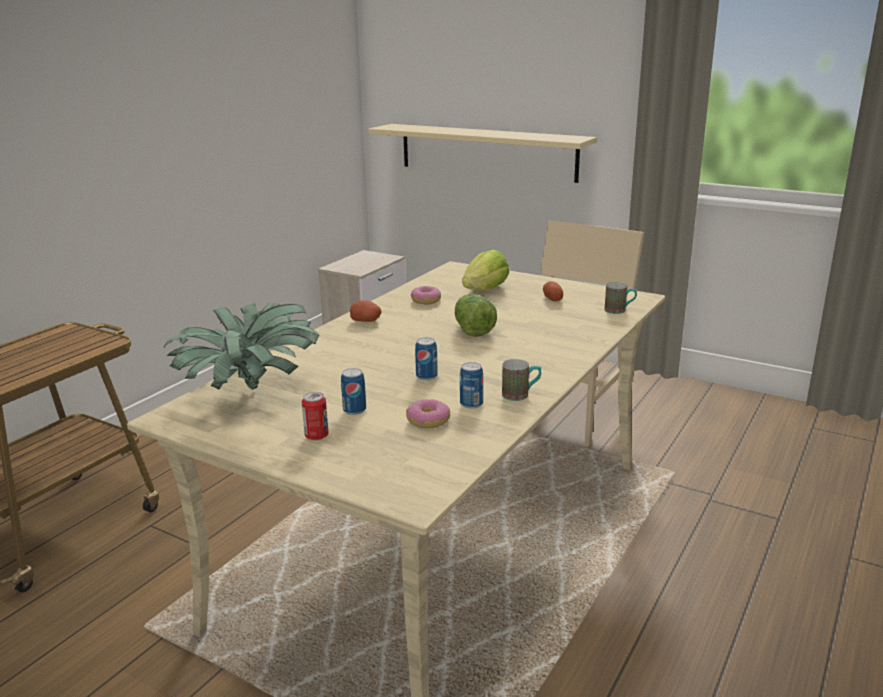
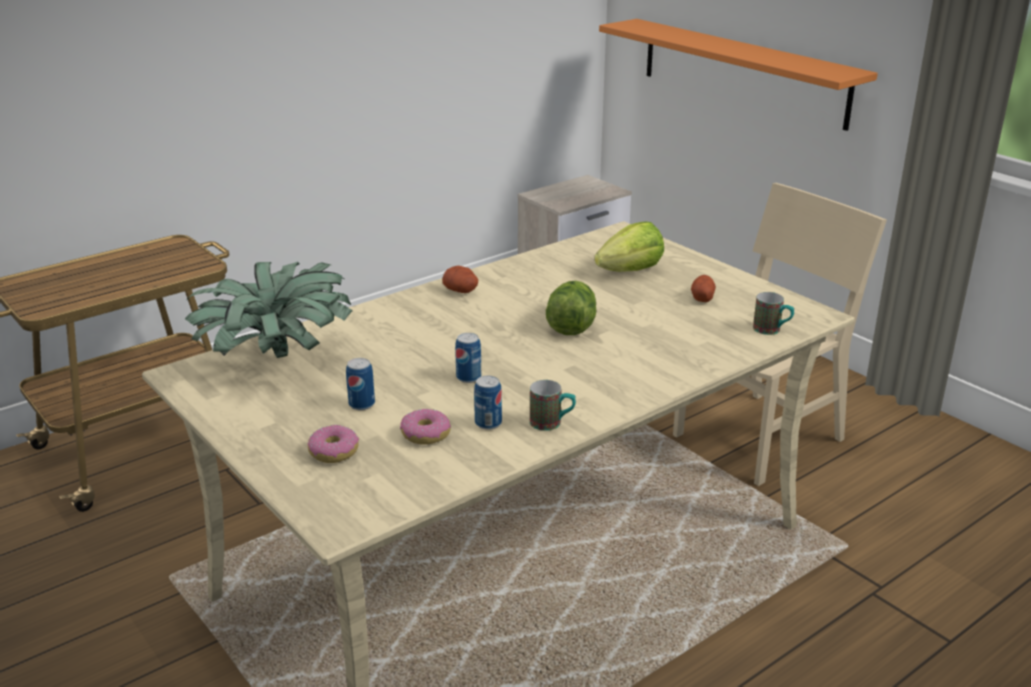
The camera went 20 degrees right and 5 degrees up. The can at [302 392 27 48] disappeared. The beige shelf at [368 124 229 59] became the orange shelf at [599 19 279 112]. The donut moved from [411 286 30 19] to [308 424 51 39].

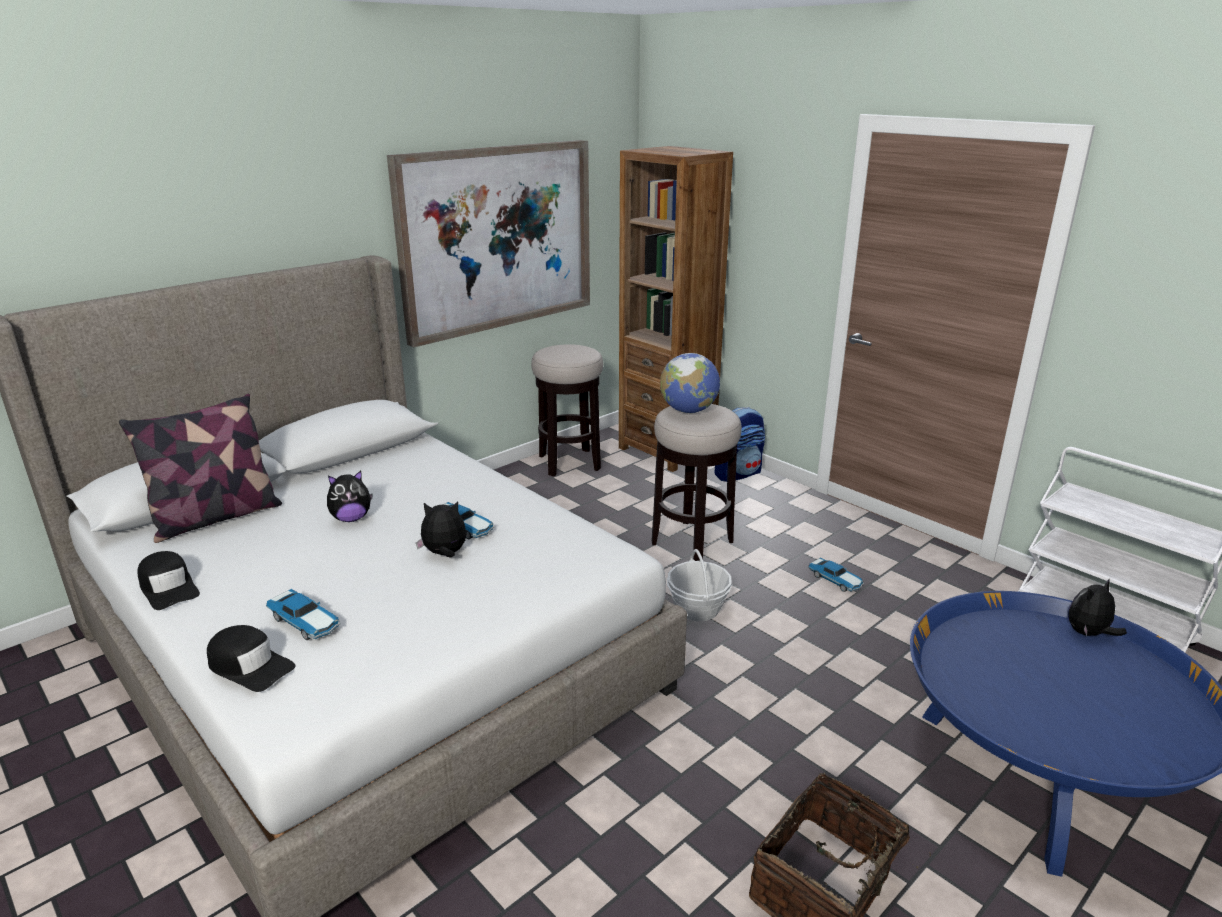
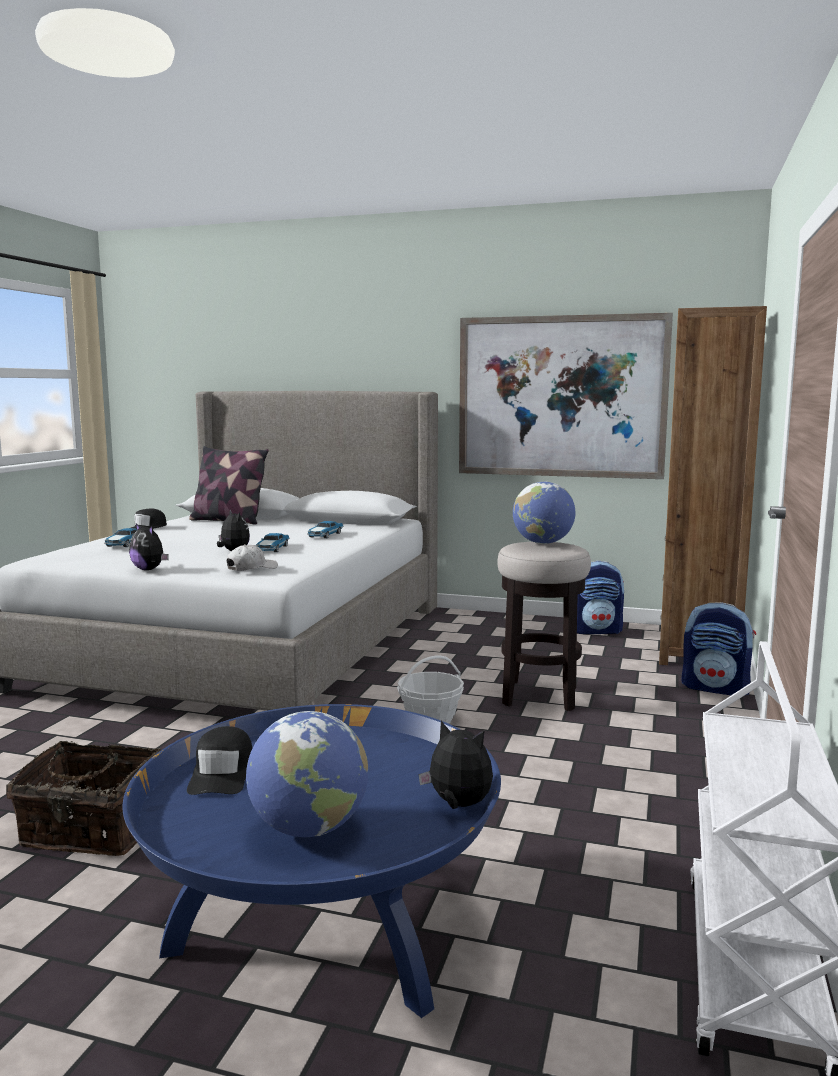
The camera went 60 degrees right and 15 degrees down. The black cap moved from [207 625 89 67] to [187 726 65 69]. The plush toy moved from [327 471 46 51] to [129 524 40 46]. The stool at [531 344 72 133] was replaced by the backpack at [577 561 47 73]. The toy car moved from [808 558 56 34] to [307 521 36 17]. The white cap at [227 544 51 27] appeared. The globe at [246 711 122 126] appeared.

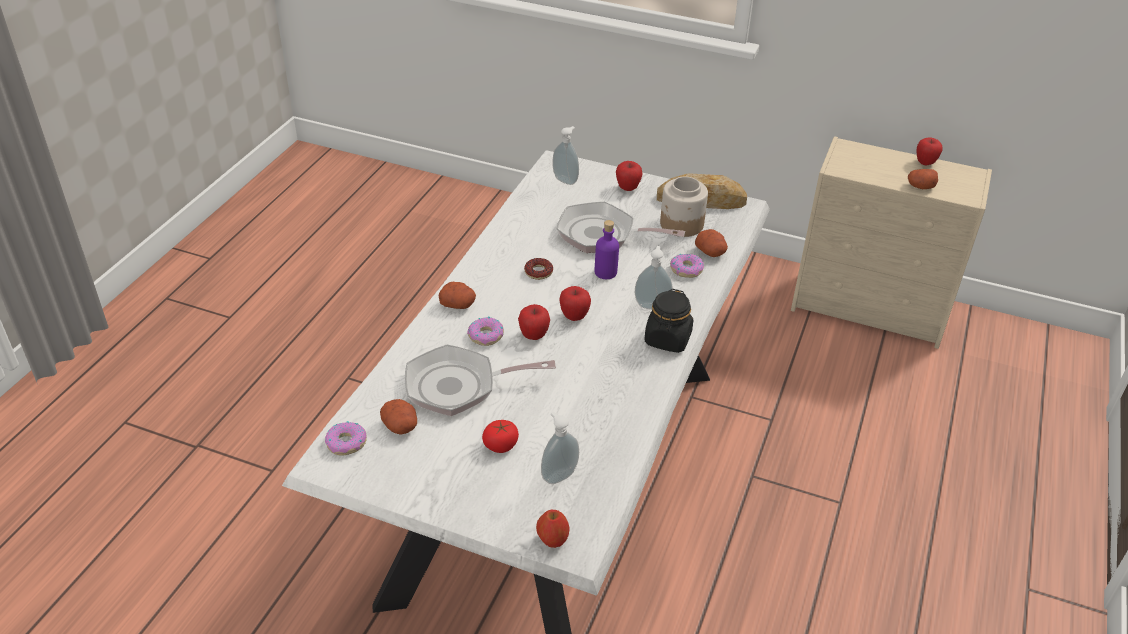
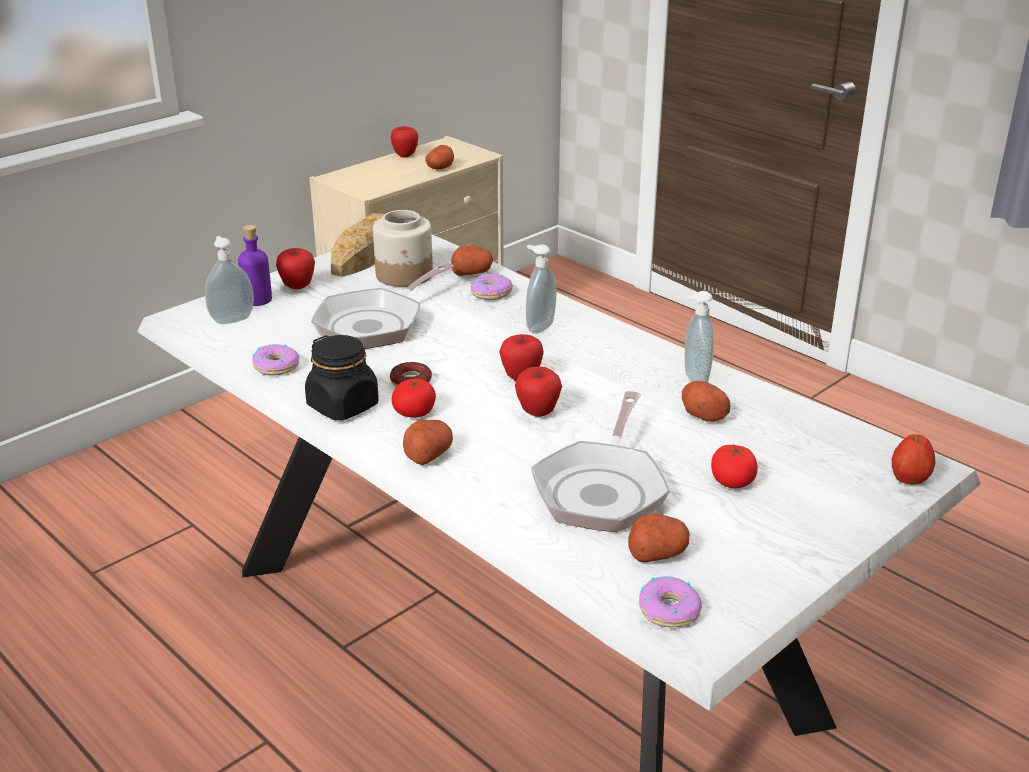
The camera went 65 degrees left and 10 degrees down. The donut moved from [467 316 37 30] to [252 344 47 32]. The soap dispenser moved from [541 412 38 72] to [685 291 29 91]. The purple bottle moved from [595 220 24 59] to [238 225 34 81]. The black jar moved from [644 289 50 64] to [305 335 74 85]. The tomato at [392 378 44 40] appeared. The potato at [682 381 49 41] appeared.

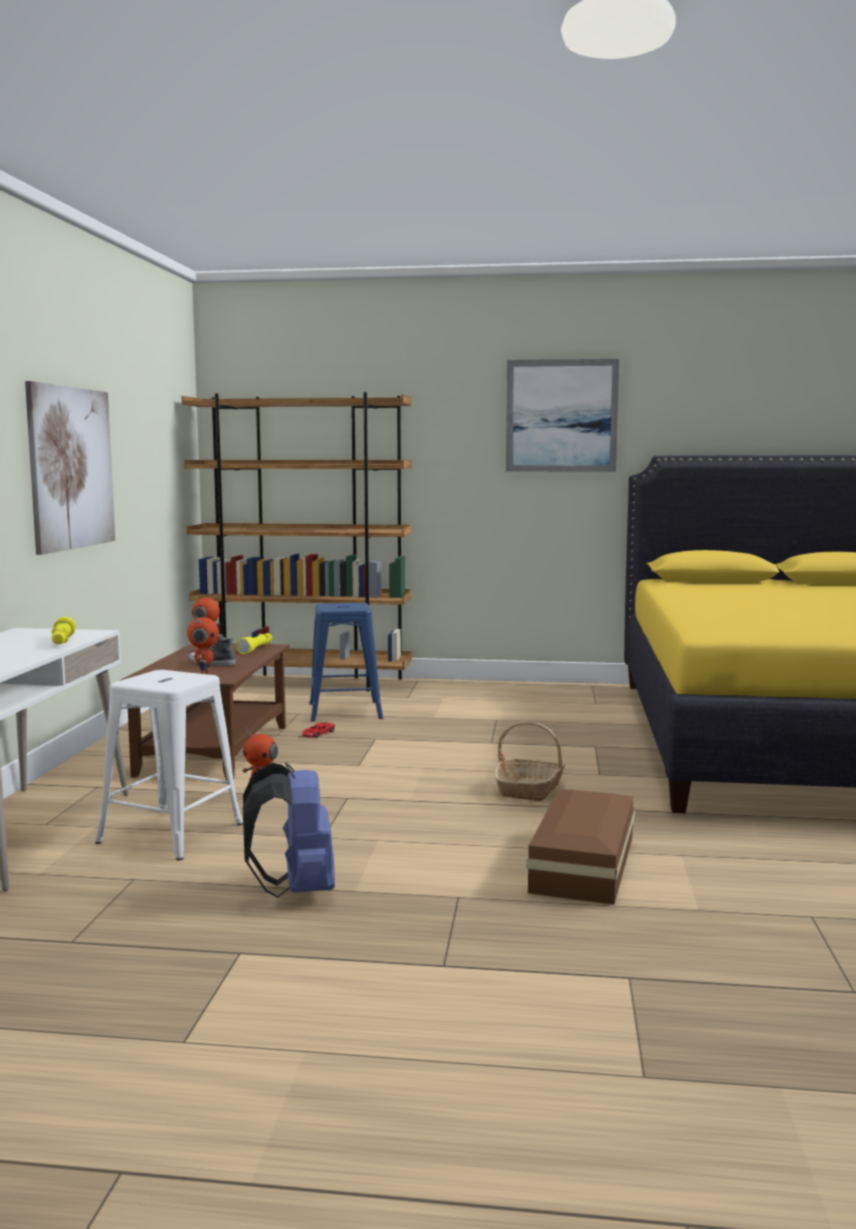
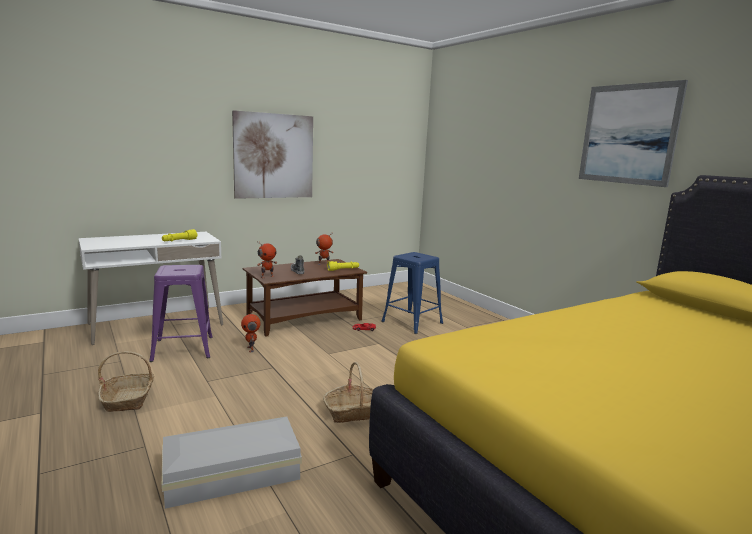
The camera went 50 degrees right and 5 degrees up. The white stool at [95 670 148 190] became the purple stool at [149 265 64 97]. The brown bookcase at [181 392 231 300] disappeared. The blue backpack at [243 762 92 136] was replaced by the basket at [98 351 56 61]. The brown storage box at [526 789 109 115] became the white storage box at [162 417 140 92].

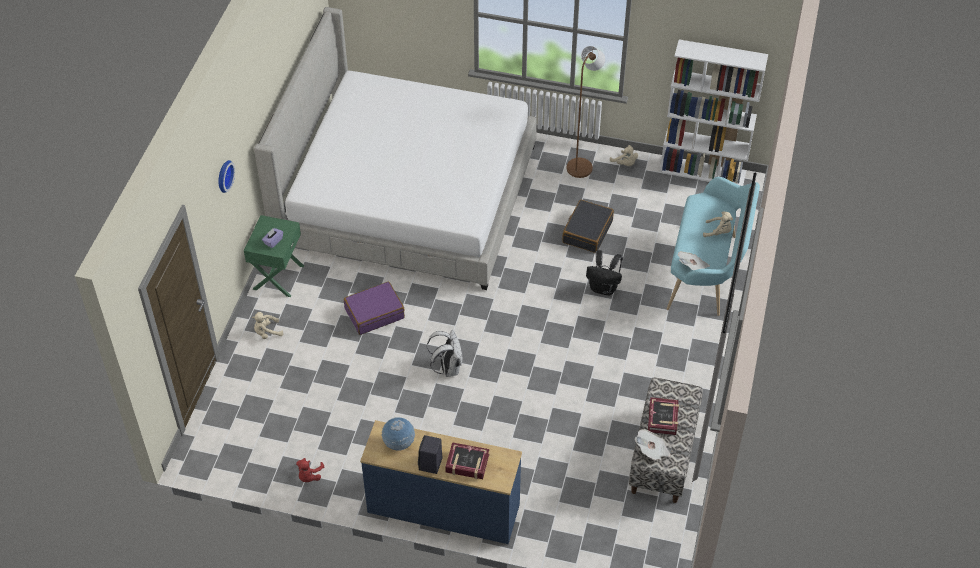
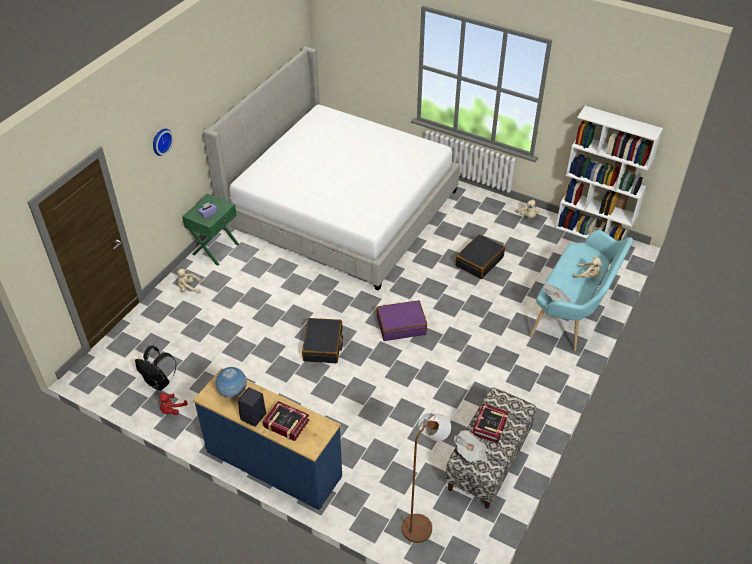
The camera went 15 degrees right and 5 degrees down. The purple suitcase moved from [344 281 61 54] to [377 300 50 41]. The white backpack at [427 330 35 47] was replaced by the black suitcase at [302 318 41 45]. The brown floor lamp moved from [567 46 38 132] to [402 413 49 130]. The black backpack moved from [586 250 37 45] to [135 346 41 45].

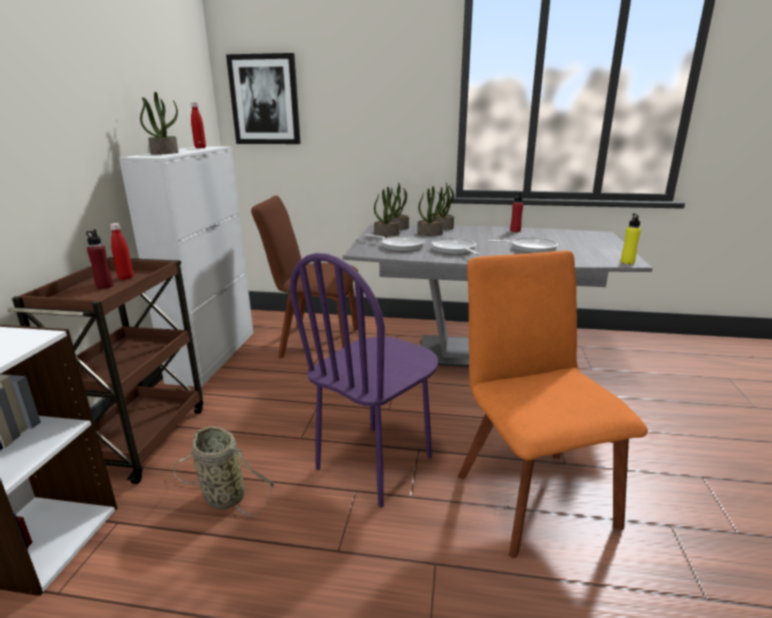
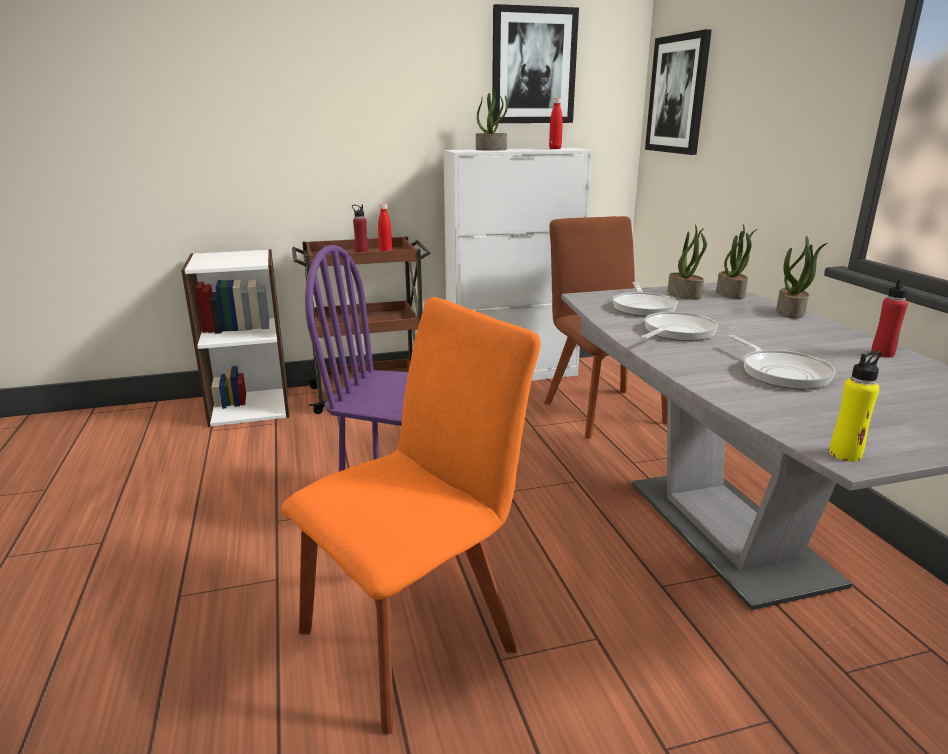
The camera went 65 degrees right and 0 degrees up. The basket at [174 426 100 90] disappeared. The potted plant at [417 186 28 50] disappeared. The picture at [492 4 87 119] appeared.

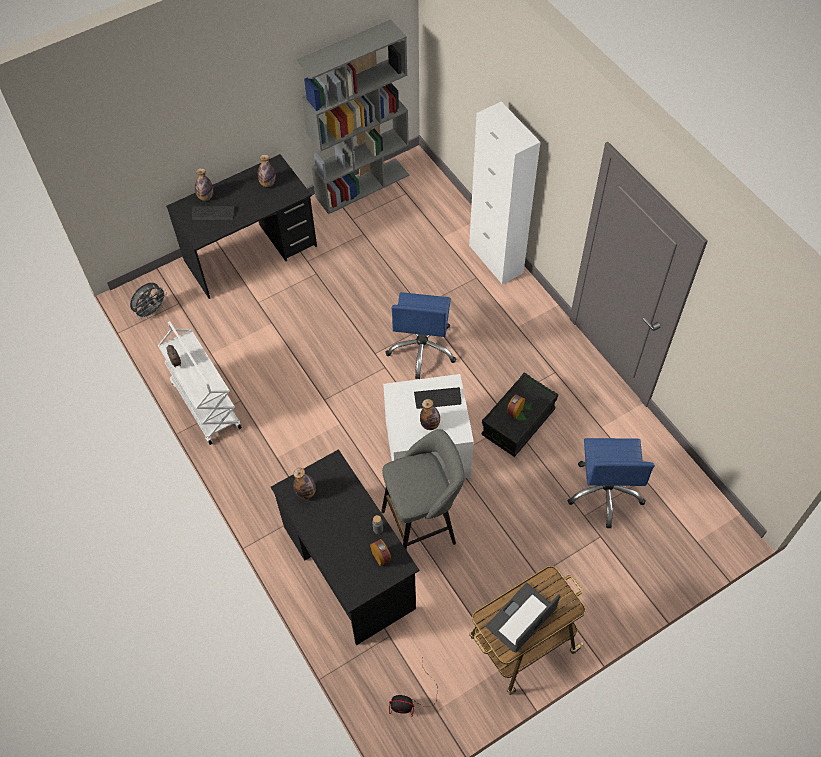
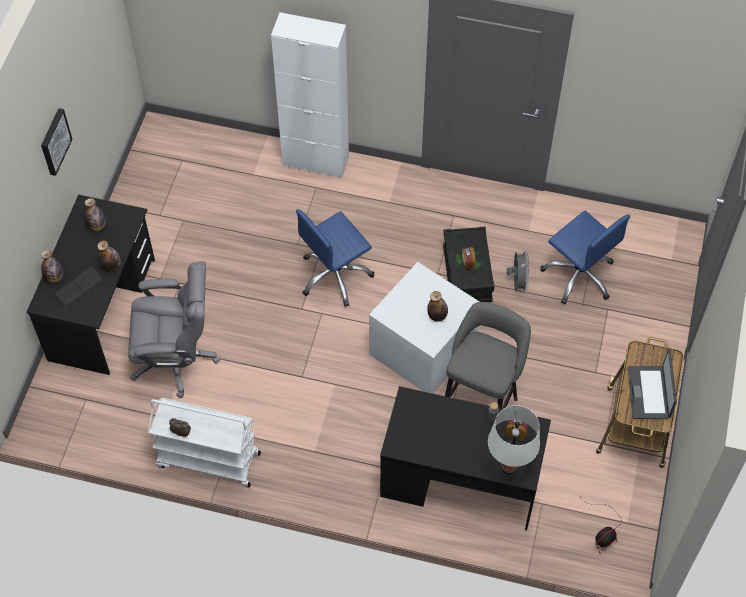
The camera went 45 degrees left and 0 degrees up. The grey fan moved from [130 283 37 36] to [507 249 22 43]. The bottle moved from [293 468 23 31] to [97 240 24 32]. The grey bookcase at [297 19 112 195] disappeared. The blue office chair at [386 292 70 87] turned 90 degrees clockwise. The keyboard at [414 387 47 22] disappeared. The picture at [41 108 31 68] appeared. The grey office chair at [128 261 92 137] appeared. The white table lamp at [488 405 52 70] appeared.

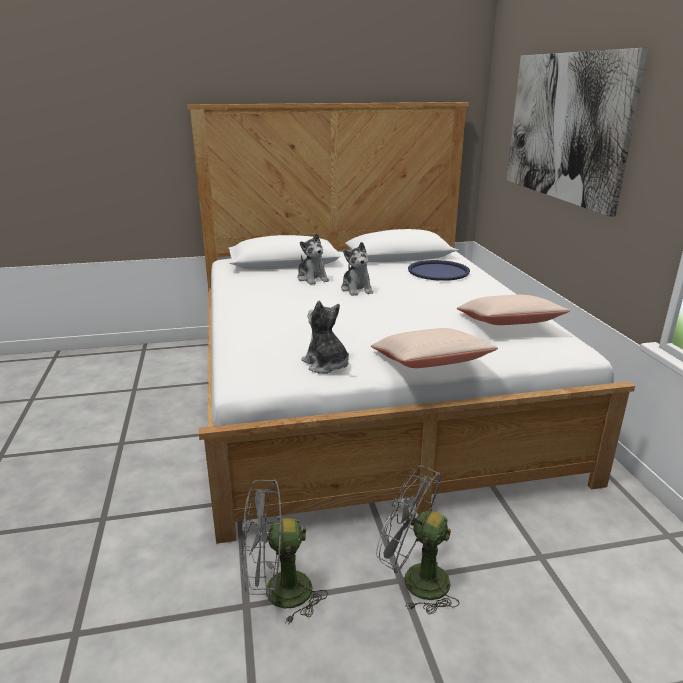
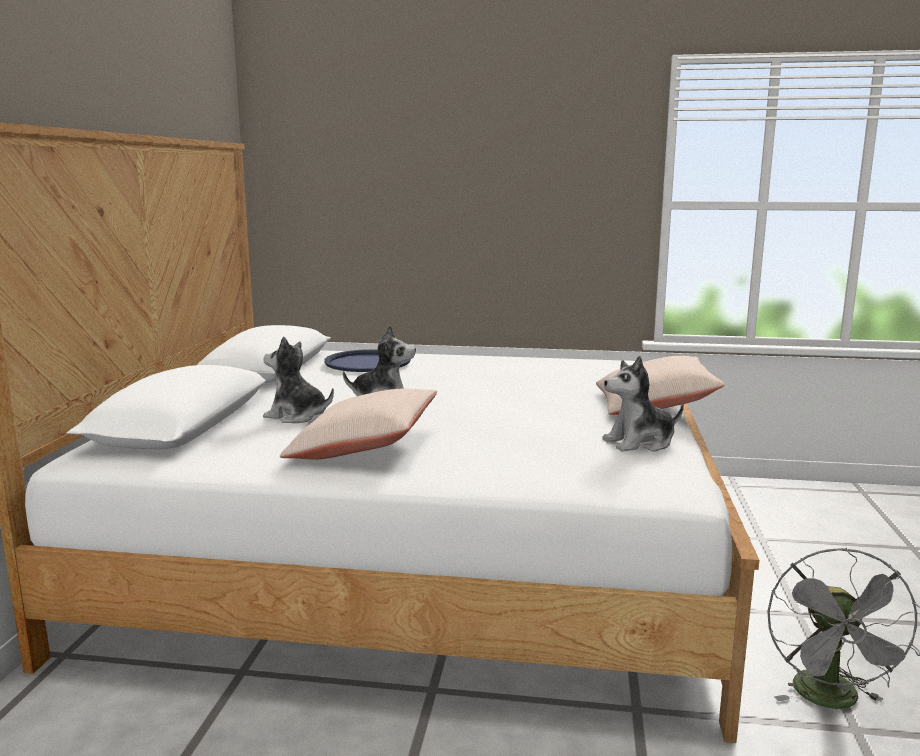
The camera went 70 degrees left and 10 degrees down. The plush toy at [297 233 32 52] turned 150 degrees counterclockwise. The grey fan at [376 465 84 149] disappeared. The beige pillow moved from [457 295 113 30] to [280 388 157 72]. The picture at [507 48 142 169] disappeared.

